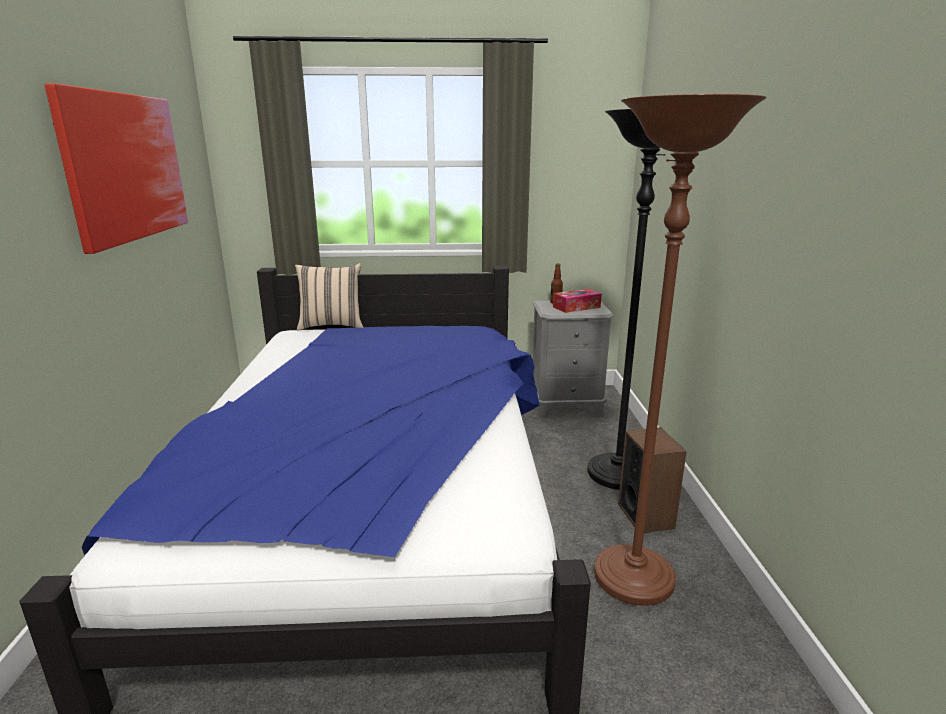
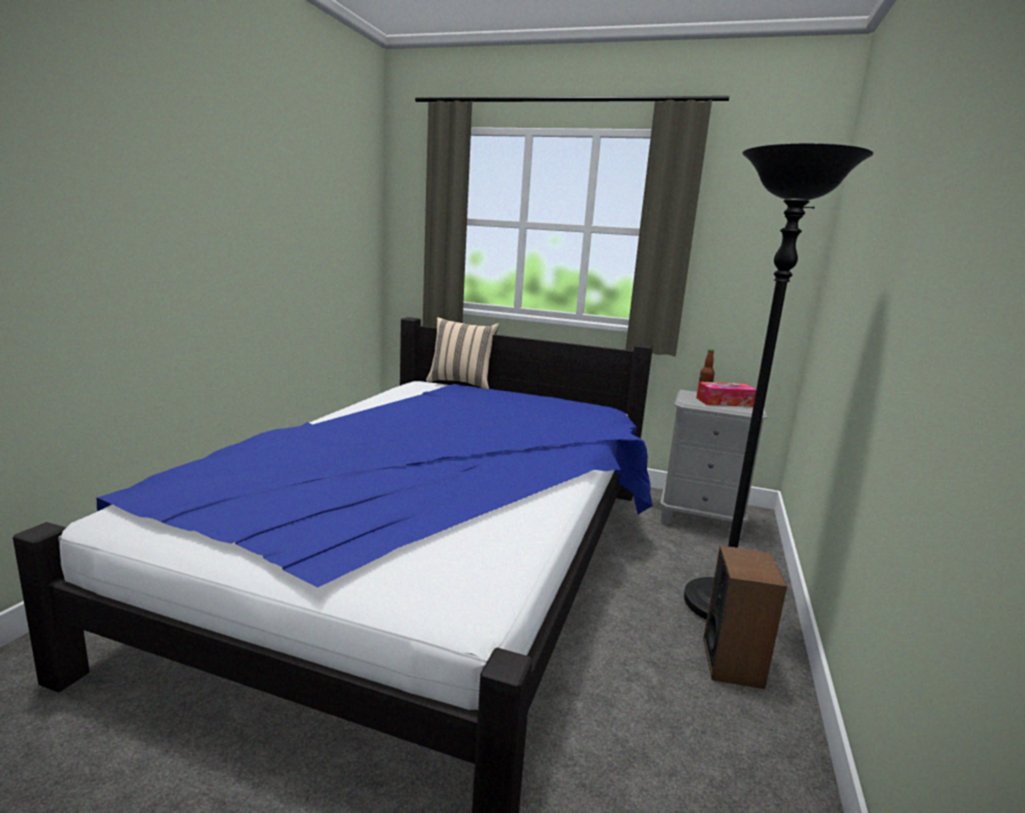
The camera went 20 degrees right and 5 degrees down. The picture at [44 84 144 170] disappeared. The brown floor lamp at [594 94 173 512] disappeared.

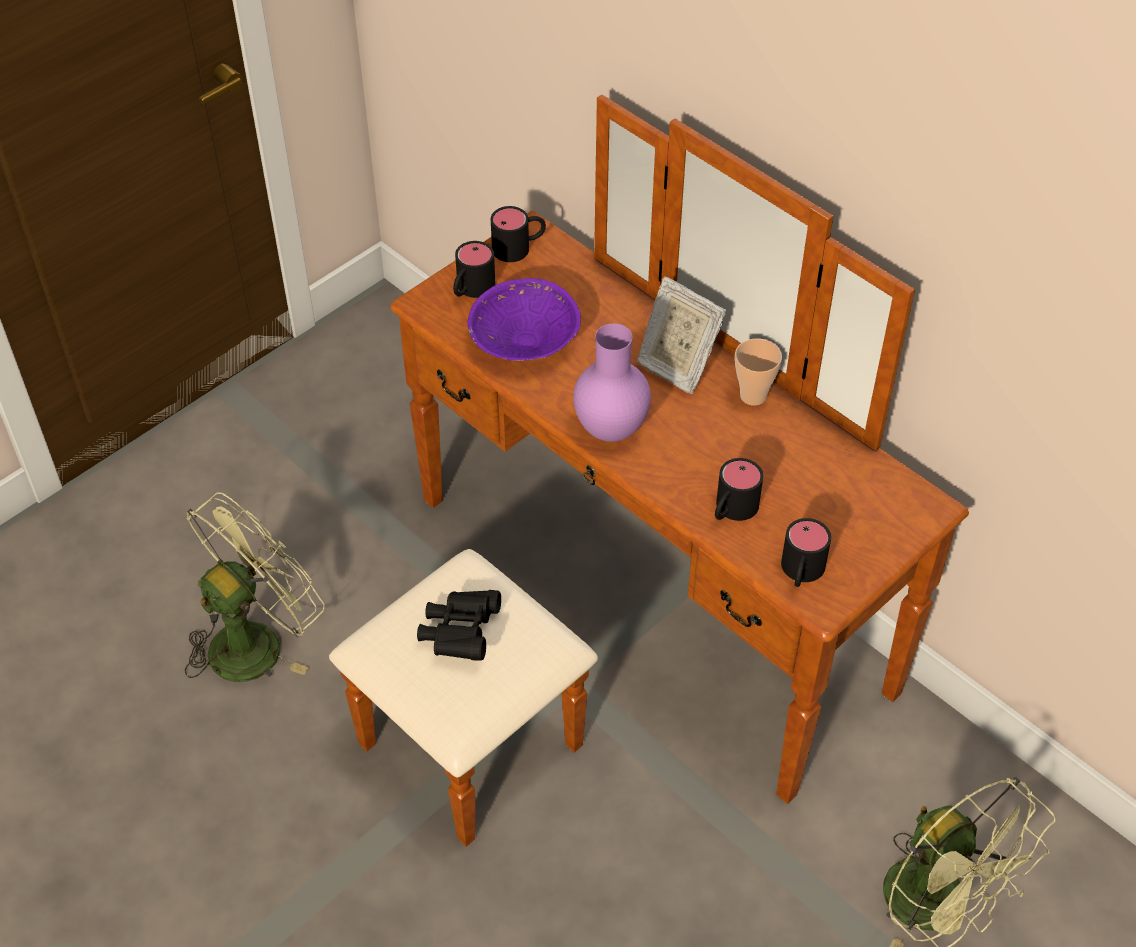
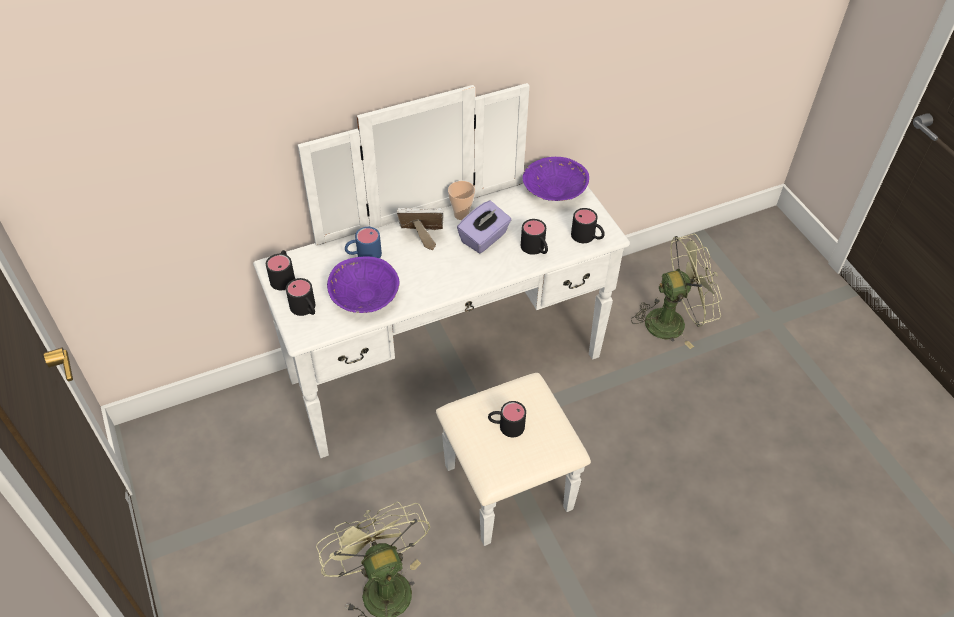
The camera went 70 degrees left and 0 degrees up. The brown dresser at [329 95 640 752] became the white dresser at [253 83 377 463]. The black binoculars at [417 590 84 71] was replaced by the black mug at [488 401 38 36]. The purple vase at [573 324 78 118] disappeared. The picture frame at [637 277 89 117] turned 150 degrees counterclockwise. The blue mug at [345 227 37 31] appeared. The purple tissue box at [457 201 54 53] appeared. The purple bowl at [522 157 67 44] appeared.

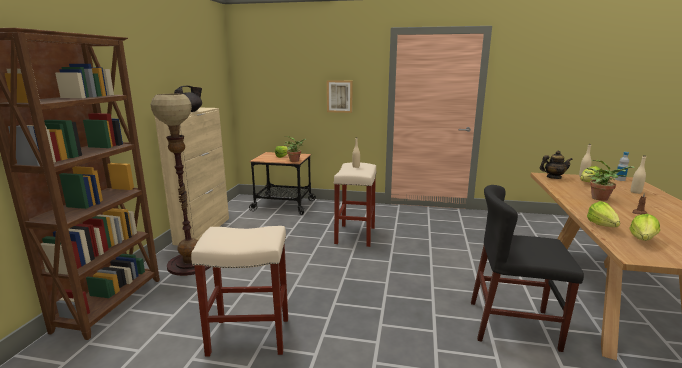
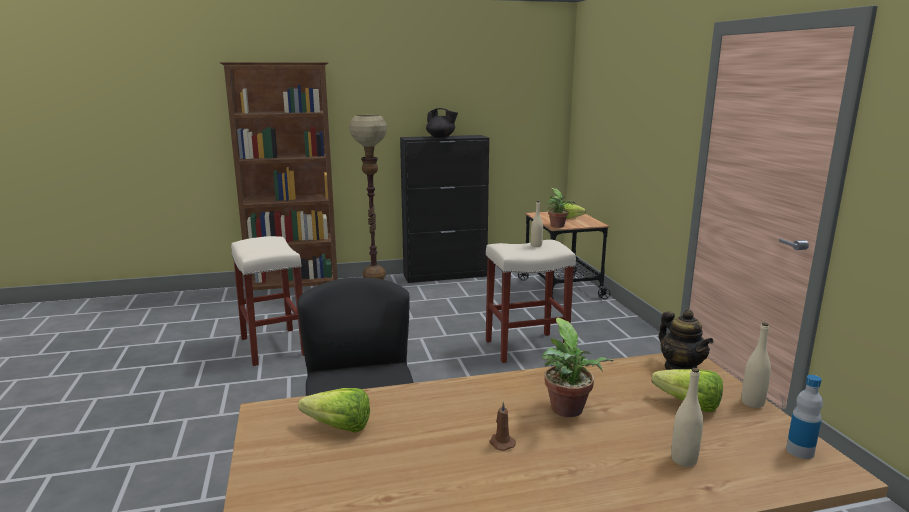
The camera went 65 degrees right and 0 degrees up. The beige cabinet at [155 108 74 137] became the black cabinet at [400 135 89 148]. The picture at [327 80 26 33] disappeared. The lettuce at [587 201 33 26] disappeared.

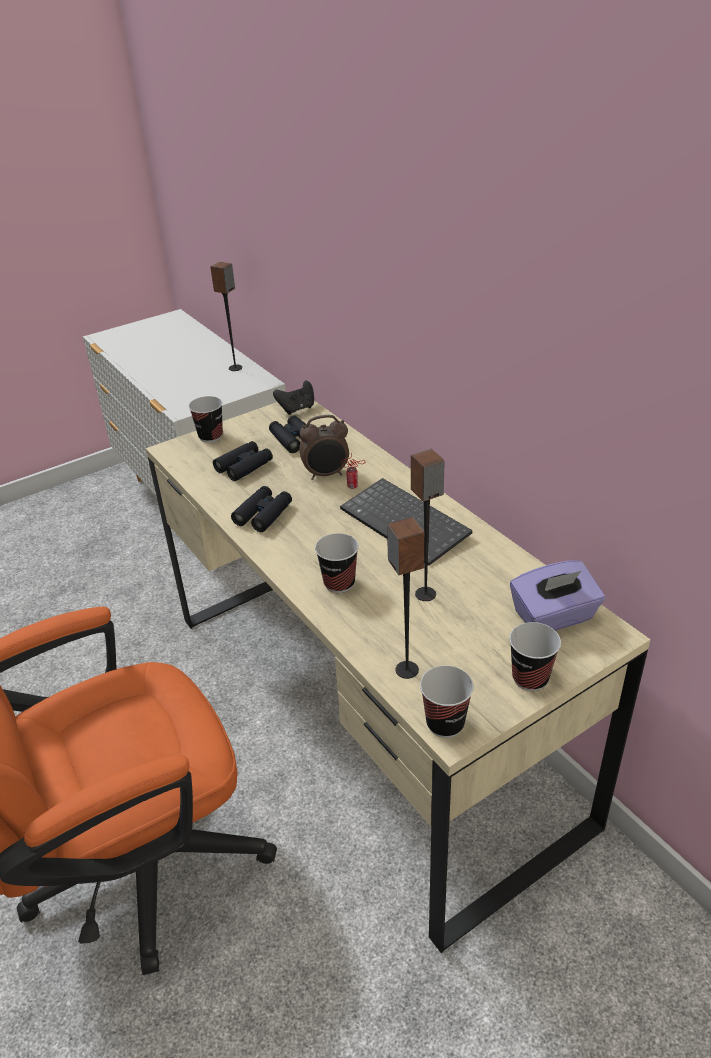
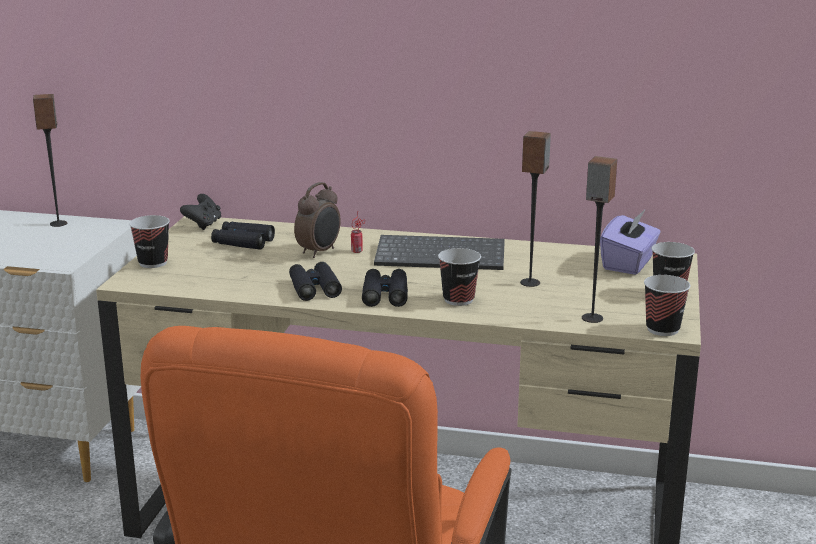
The camera went 45 degrees left and 15 degrees down. The black binoculars moved from [213 441 60 40] to [362 269 46 38].

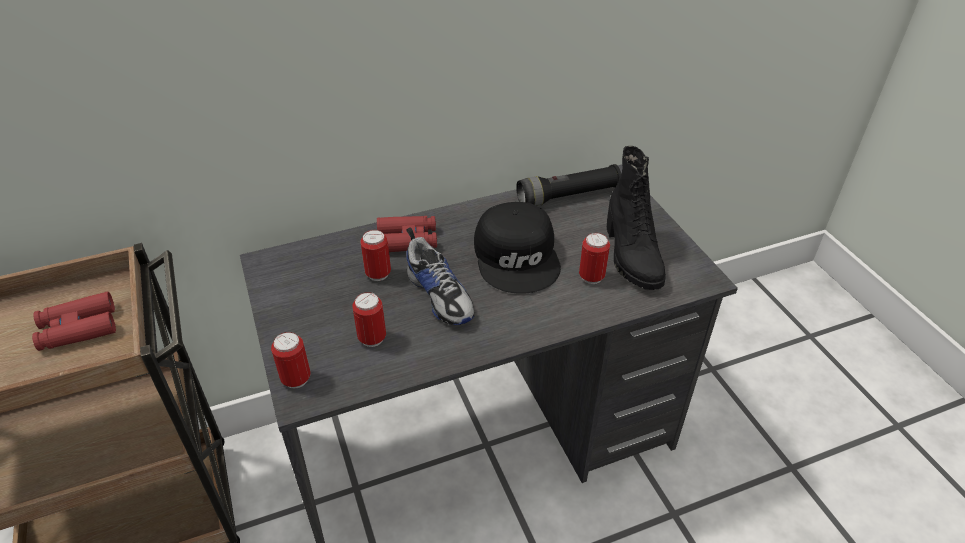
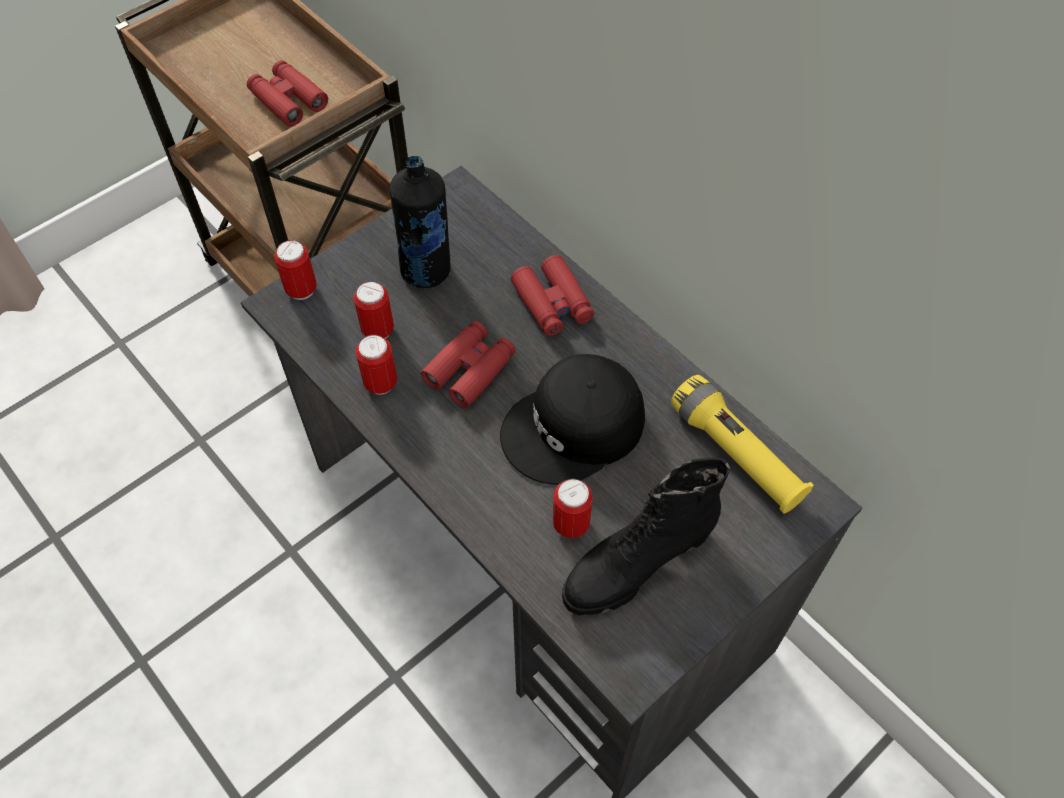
The camera went 70 degrees right and 15 degrees up. The can moved from [360 230 31 51] to [356 335 41 60]. The shoe at [406 227 68 98] was replaced by the red binoculars at [421 321 95 87]. The black flashlight at [516 164 105 42] became the yellow flashlight at [671 375 143 138]. The black bottle at [389 156 62 132] appeared.

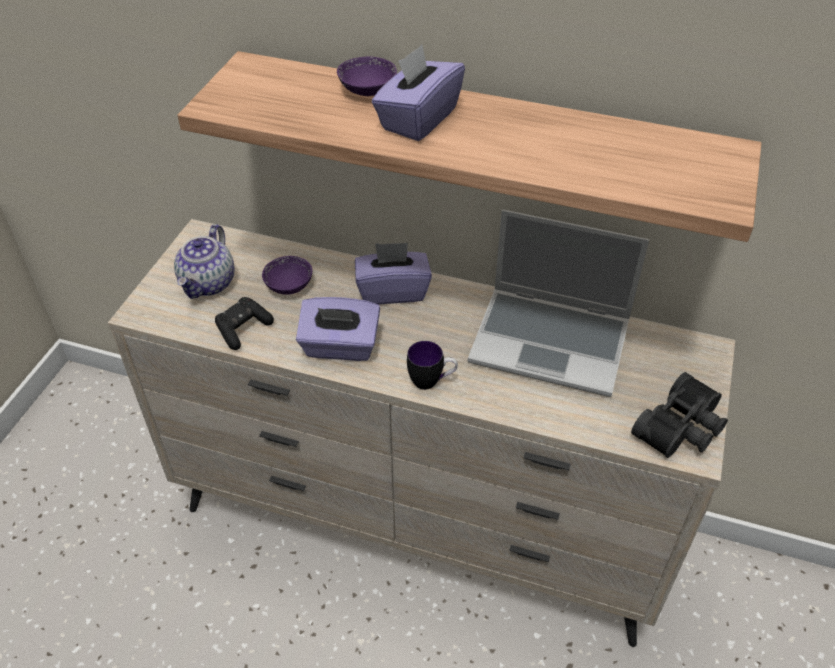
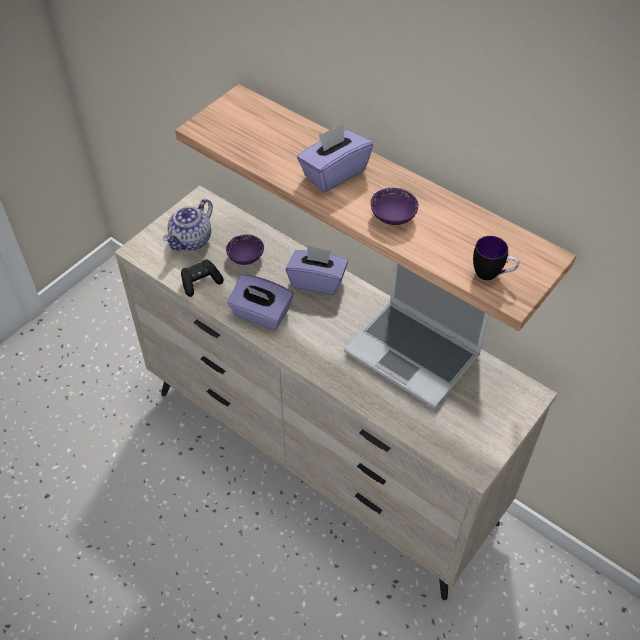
The camera went 20 degrees right and 5 degrees up. The purple bowl moved from [337 56 60 40] to [371 188 47 37]. The mug moved from [407 341 51 49] to [473 236 46 44]. The black binoculars at [631 372 97 86] disappeared.

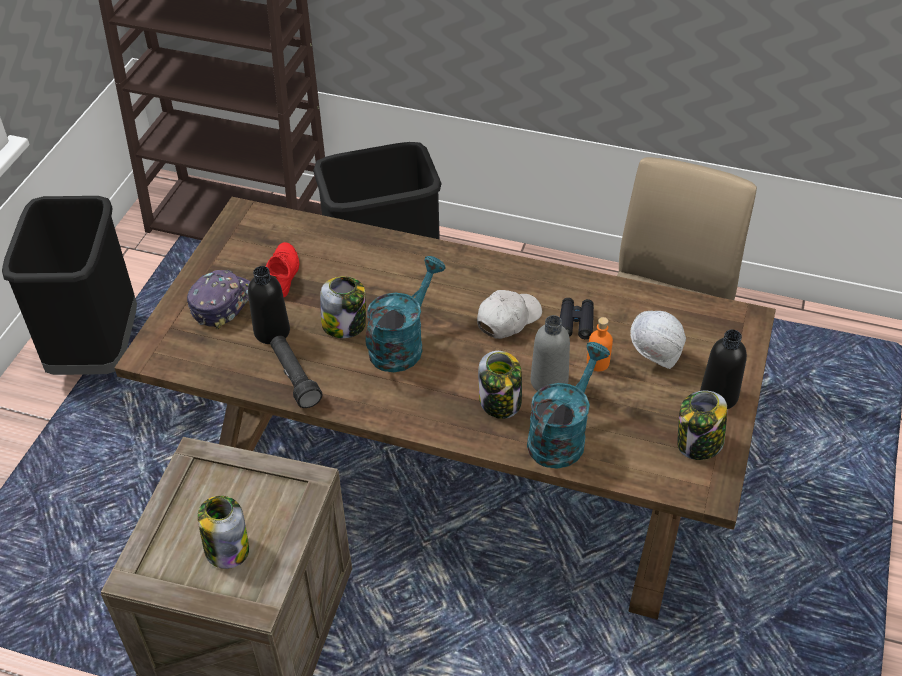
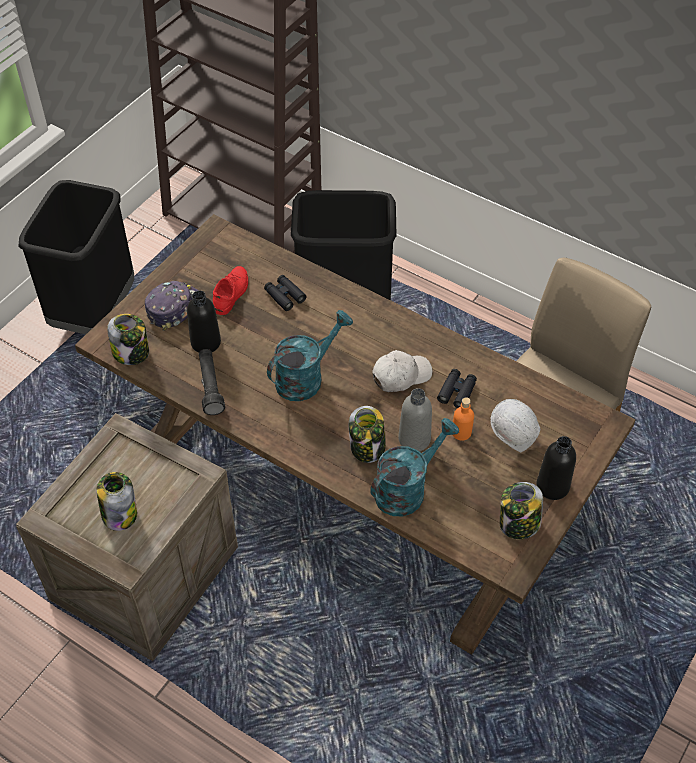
The camera went 15 degrees right and 5 degrees up. The jar moved from [320 276 46 62] to [107 314 42 51]. The black binoculars at [264 275 42 36] appeared.

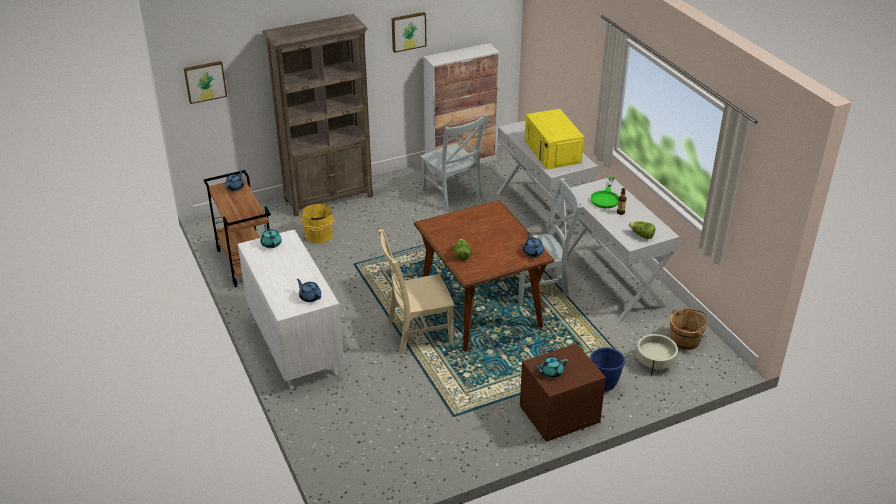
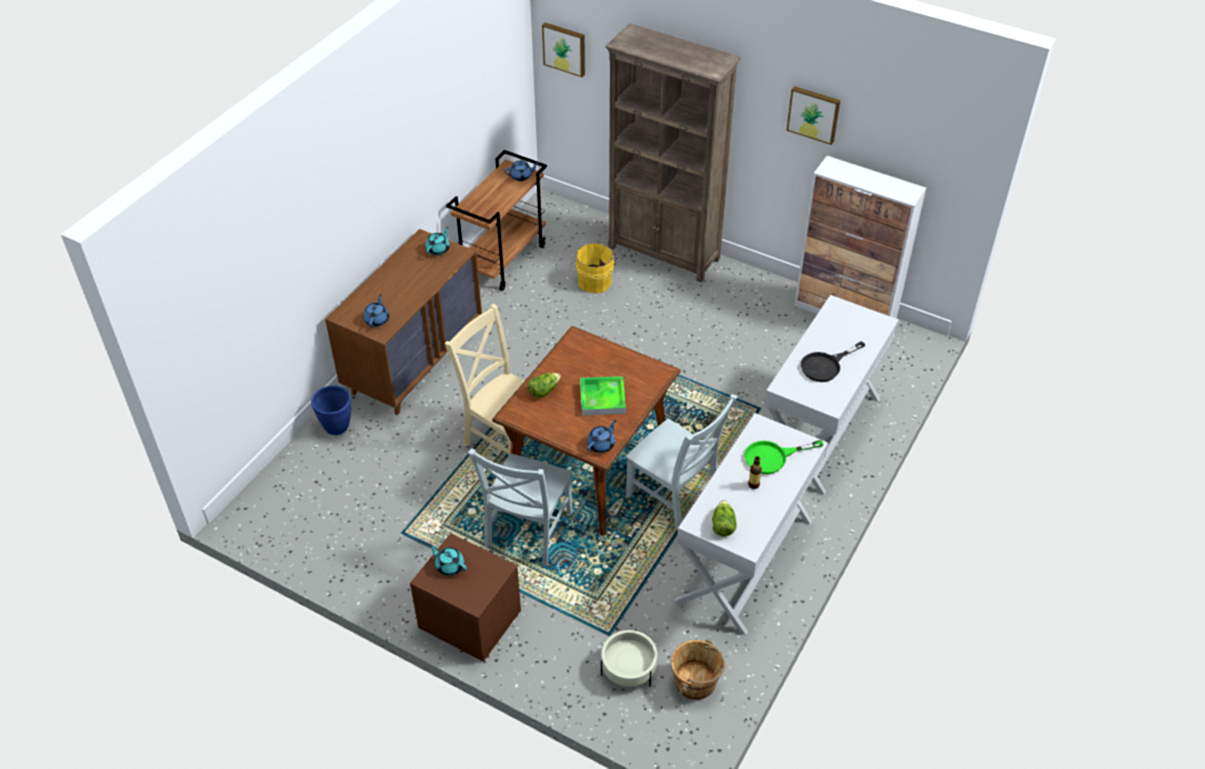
The camera went 55 degrees right and 10 degrees up. The white dresser at [238 229 106 160] became the brown dresser at [325 229 157 186]. The grey chair moved from [420 114 68 97] to [468 448 105 118]. The yellow microwave at [525 109 59 61] was replaced by the black frying pan at [801 341 64 41]. The blue planter moved from [590 347 35 45] to [311 386 40 49]. The tray at [580 376 46 40] appeared.

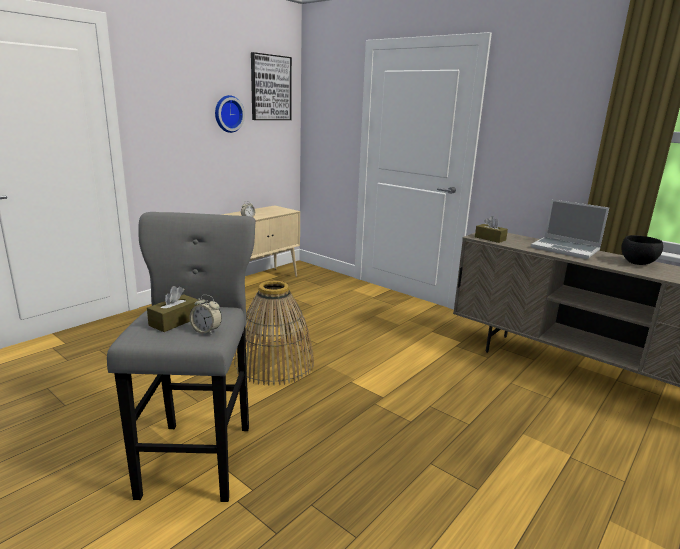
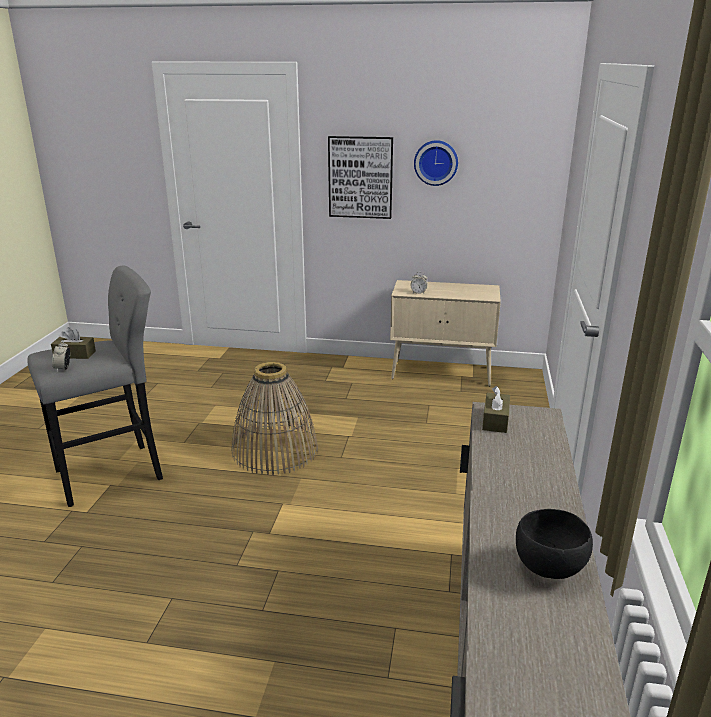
The camera went 60 degrees right and 5 degrees up. The picture moved from [251 52 41 68] to [328 136 65 83]. The laptop at [531 199 78 60] disappeared.

